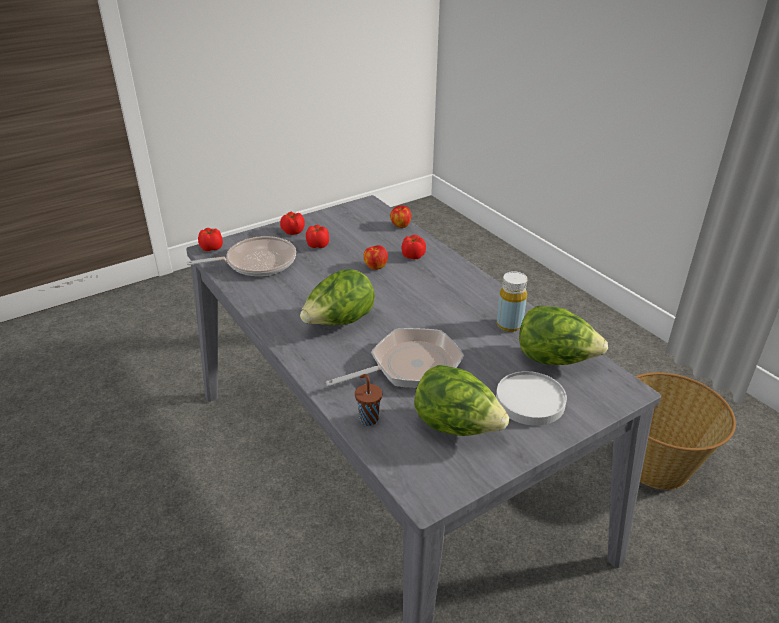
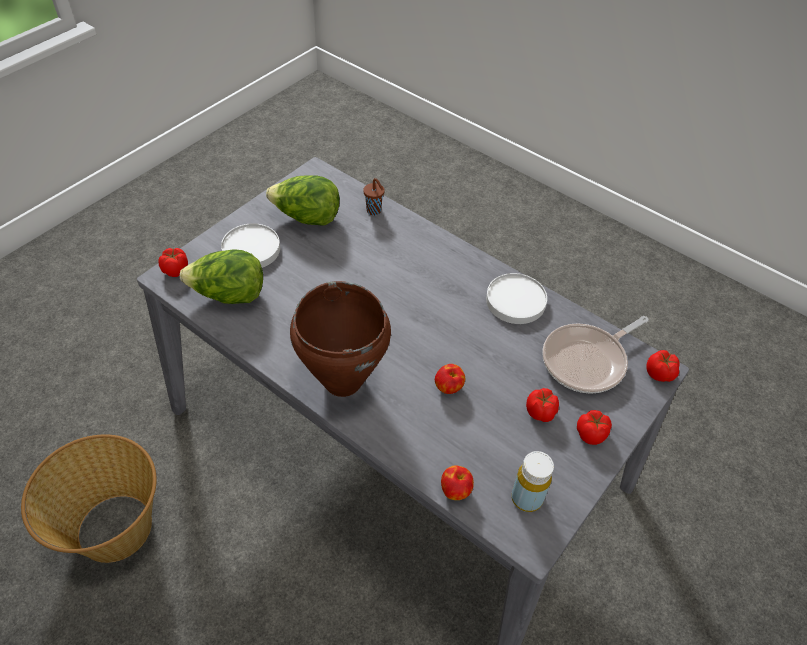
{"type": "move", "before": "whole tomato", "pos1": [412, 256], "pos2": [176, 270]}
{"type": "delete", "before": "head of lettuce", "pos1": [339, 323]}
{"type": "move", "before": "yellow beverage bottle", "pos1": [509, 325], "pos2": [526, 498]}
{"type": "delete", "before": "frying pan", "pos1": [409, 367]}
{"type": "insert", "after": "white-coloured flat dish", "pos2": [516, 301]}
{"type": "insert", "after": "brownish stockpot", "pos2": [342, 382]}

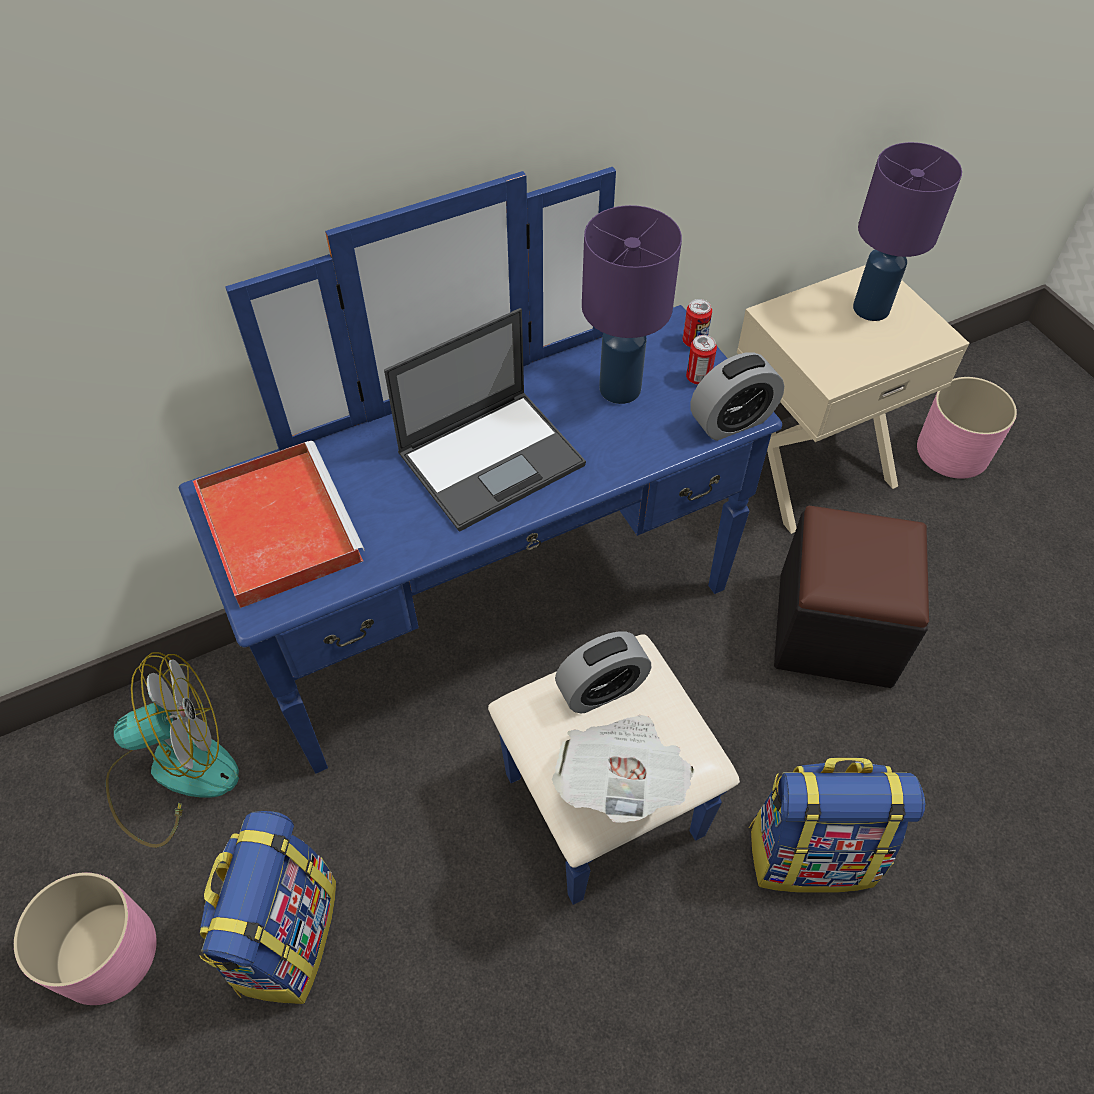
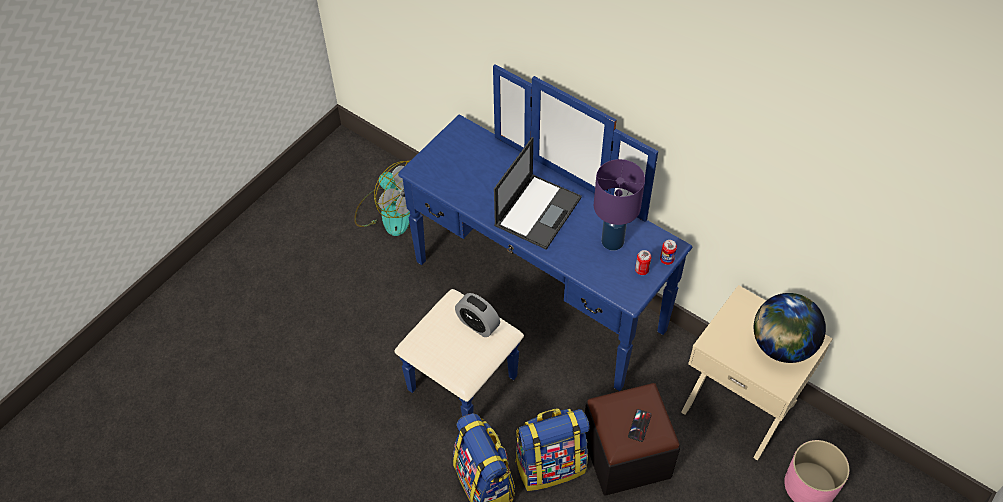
{"type": "replace", "before": "purple tabletop lamp", "after": "globe", "pos1": [871, 309], "pos2": [781, 345]}
{"type": "rotate", "before": "notebook computer", "pos1": [493, 458], "pos2": [538, 210], "turn": -90}
{"type": "delete", "before": "alarm clock", "pos1": [731, 421]}
{"type": "delete", "before": "red serving tray", "pos1": [276, 524]}
{"type": "delete", "before": "daily paper", "pos1": [621, 779]}
{"type": "move", "before": "backpack", "pos1": [285, 934], "pos2": [550, 465]}
{"type": "delete", "before": "pinkish plant pot", "pos1": [106, 952]}
{"type": "insert", "after": "handset", "pos2": [639, 425]}

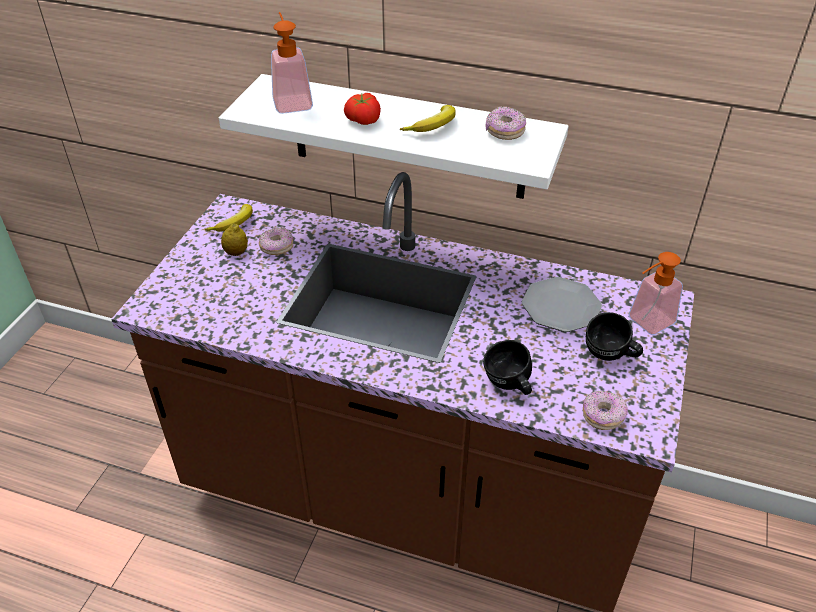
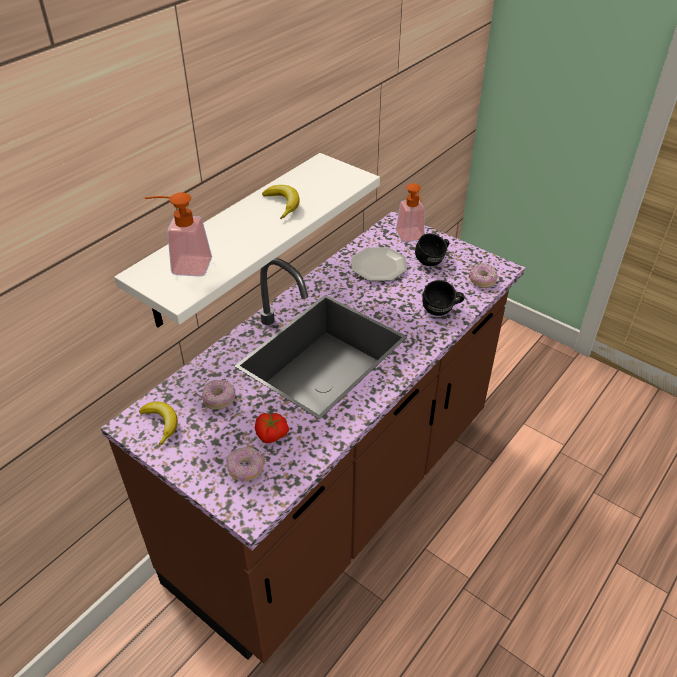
{"type": "move", "before": "whole tomato", "pos1": [362, 120], "pos2": [271, 435]}
{"type": "move", "before": "doughnut", "pos1": [504, 132], "pos2": [245, 469]}
{"type": "delete", "before": "whole lemon", "pos1": [236, 252]}

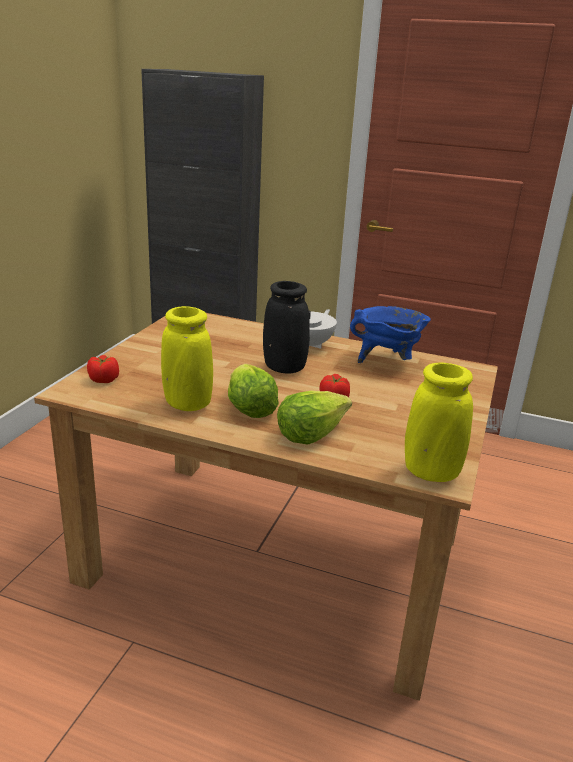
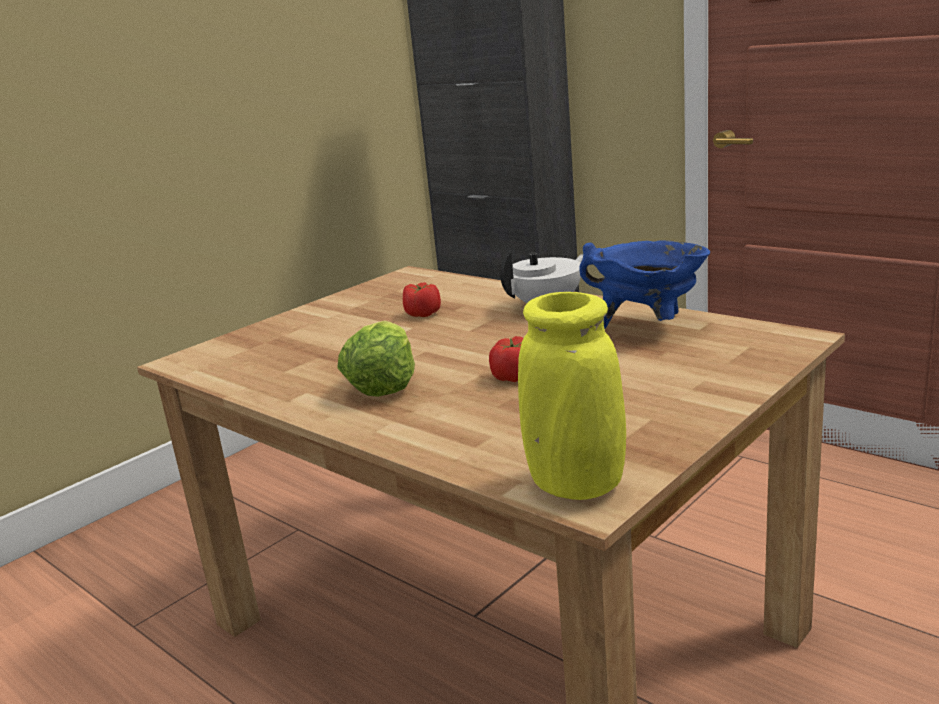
{"type": "delete", "before": "black-coloured flower vase", "pos1": [284, 368]}
{"type": "delete", "before": "yellow flower vase", "pos1": [187, 404]}
{"type": "move", "before": "whole tomato", "pos1": [103, 380], "pos2": [422, 314]}
{"type": "delete", "before": "head of lettuce", "pos1": [310, 433]}

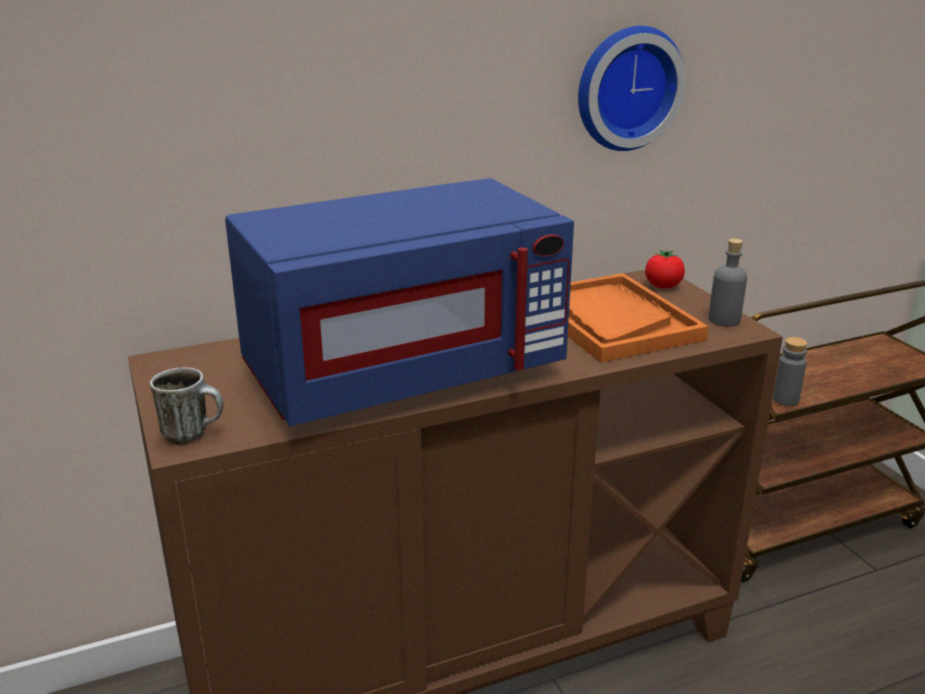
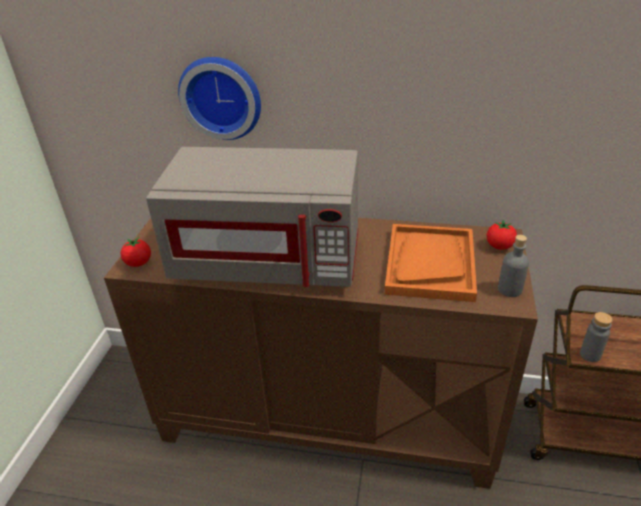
{"type": "move", "before": "clock on the wall", "pos1": [626, 87], "pos2": [222, 97]}
{"type": "recolor", "before": "bluish microwave oven", "after": "grey microwave oven", "pos1": [403, 372], "pos2": [269, 260]}
{"type": "replace", "before": "coffee mug", "after": "whole tomato", "pos1": [193, 433], "pos2": [138, 263]}

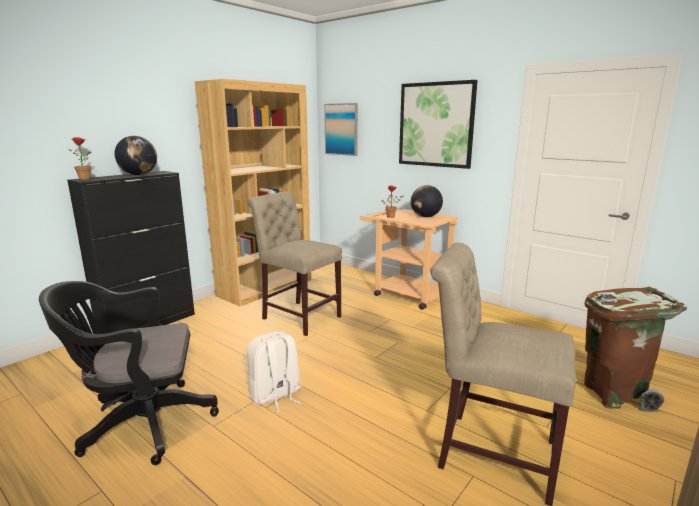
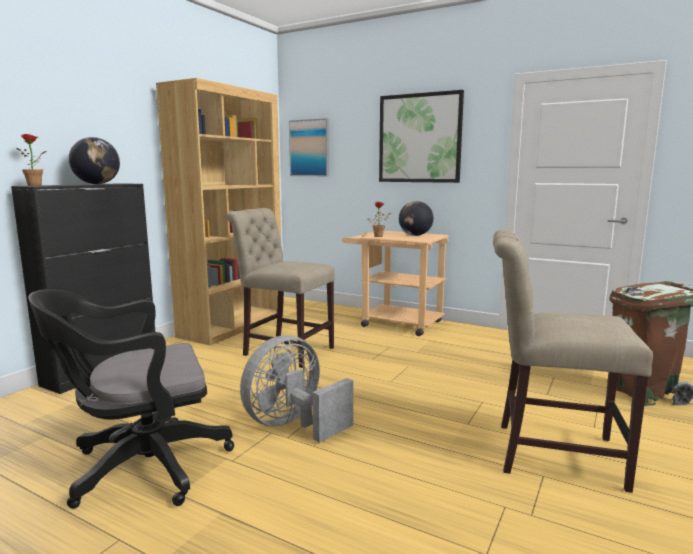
{"type": "replace", "before": "white-coloured backpack", "after": "grey electric fan", "pos1": [275, 395], "pos2": [293, 425]}

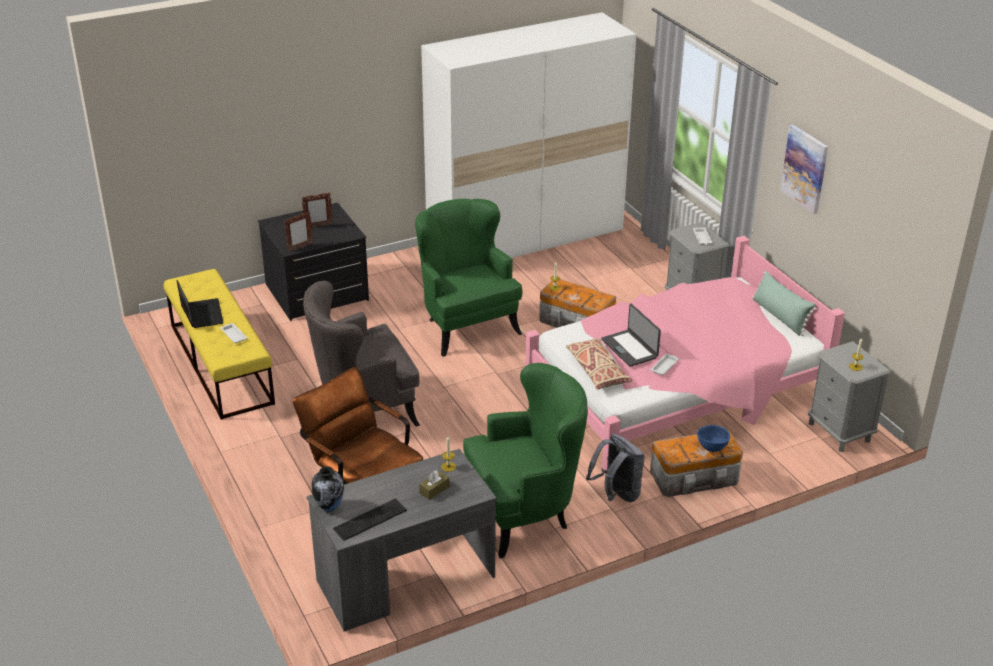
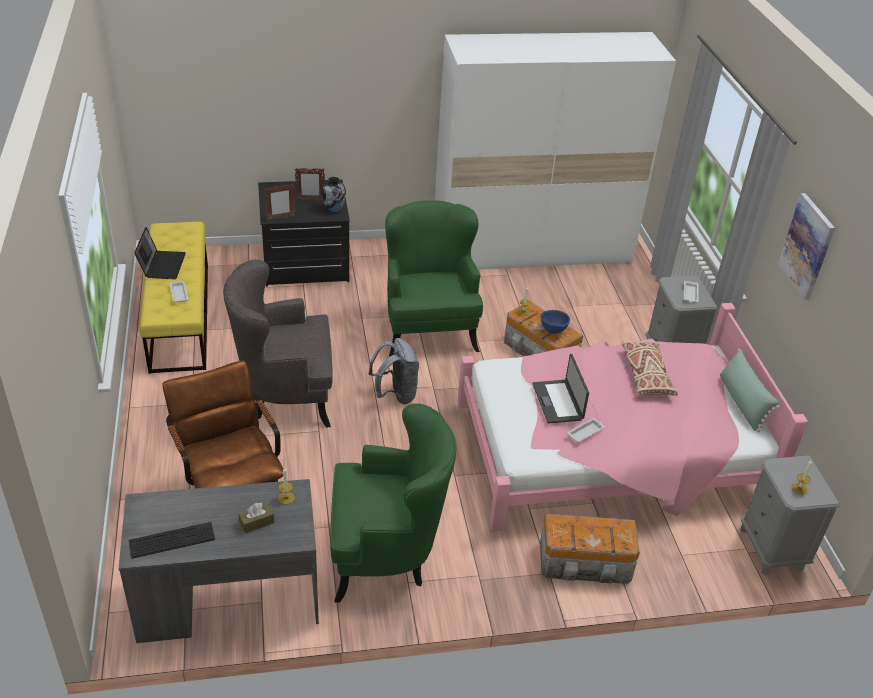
{"type": "move", "before": "sand-coloured cushion", "pos1": [597, 371], "pos2": [646, 375]}
{"type": "move", "before": "bluish deep dish", "pos1": [712, 448], "pos2": [553, 331]}
{"type": "move", "before": "grey backpack", "pos1": [616, 494], "pos2": [395, 394]}
{"type": "move", "before": "flower vase", "pos1": [330, 507], "pos2": [334, 209]}

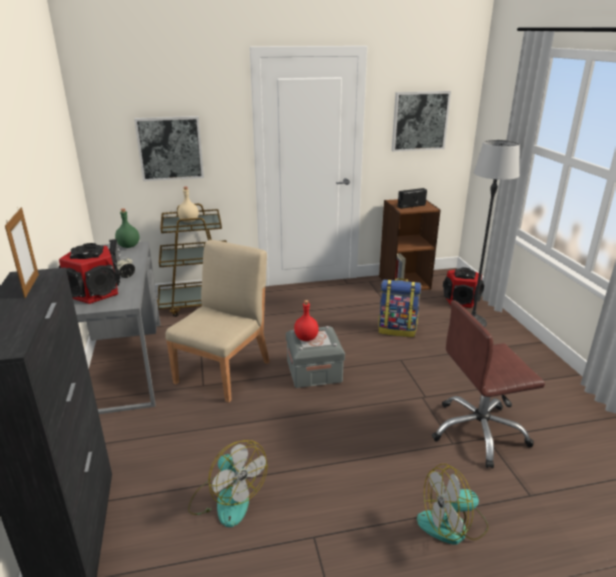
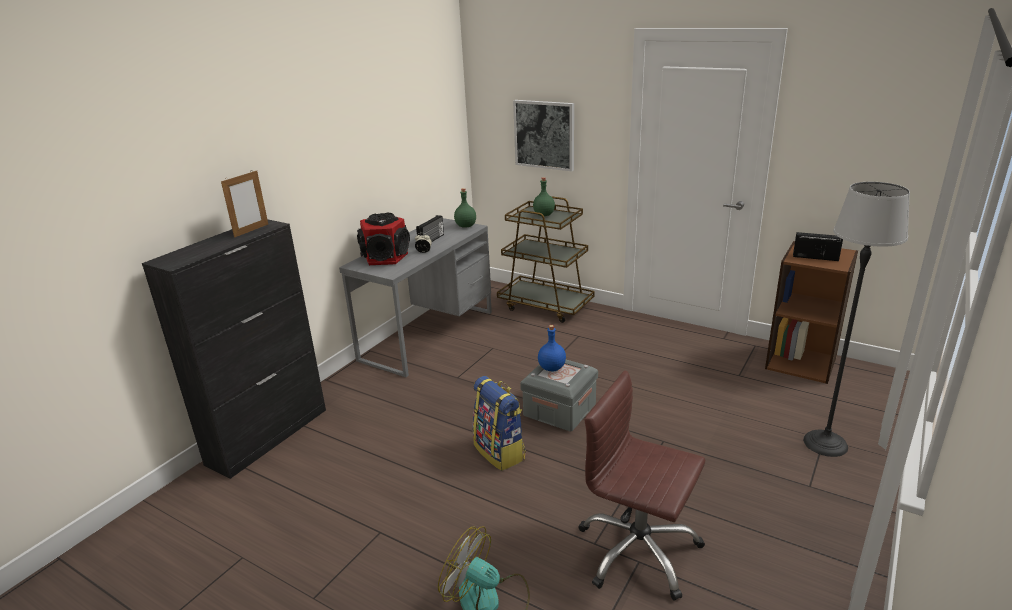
{"type": "delete", "before": "wall picture", "pos1": [419, 121]}
{"type": "recolor", "before": "sand-coloured beverage bottle", "after": "greenish beverage bottle", "pos1": [189, 221], "pos2": [544, 215]}
{"type": "delete", "before": "sand-coloured chair", "pos1": [224, 371]}
{"type": "delete", "before": "speaker", "pos1": [461, 300]}
{"type": "move", "before": "backpack", "pos1": [397, 330], "pos2": [500, 452]}
{"type": "recolor", "before": "red beverage bottle", "after": "bluish beverage bottle", "pos1": [306, 338], "pos2": [551, 368]}
{"type": "delete", "before": "electric fan", "pos1": [226, 499]}

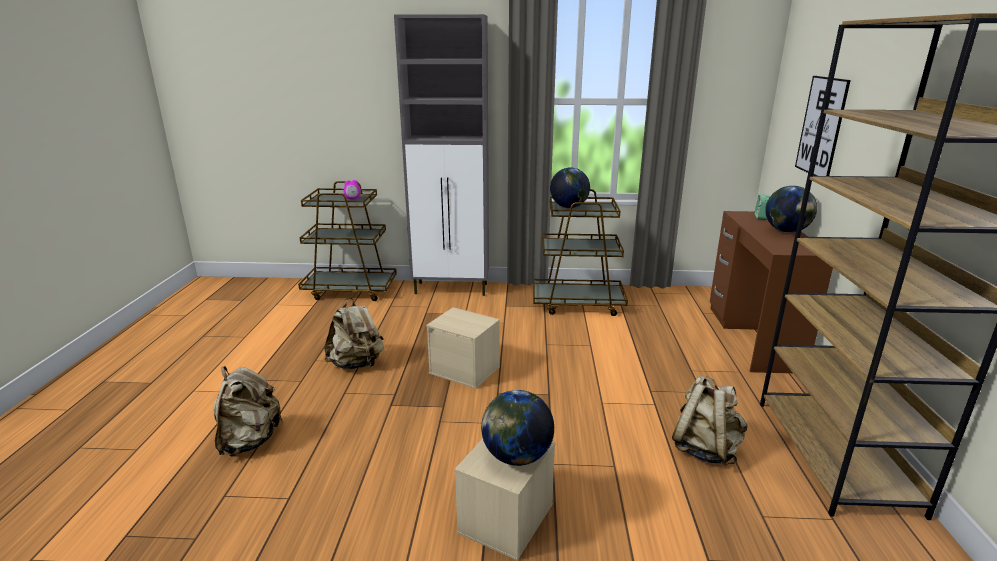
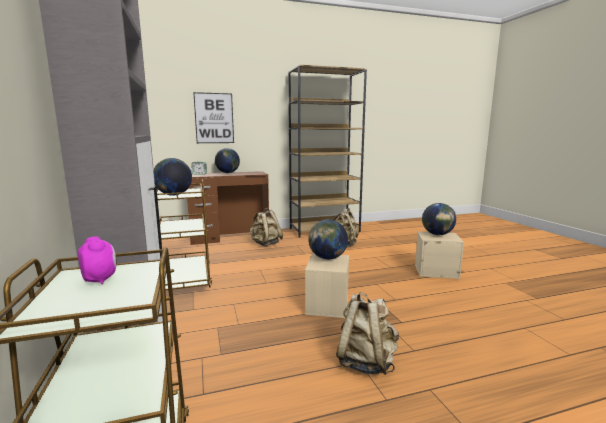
{"type": "move", "before": "sand-coloured backpack", "pos1": [250, 441], "pos2": [265, 244]}
{"type": "insert", "after": "globe", "pos2": [327, 258]}

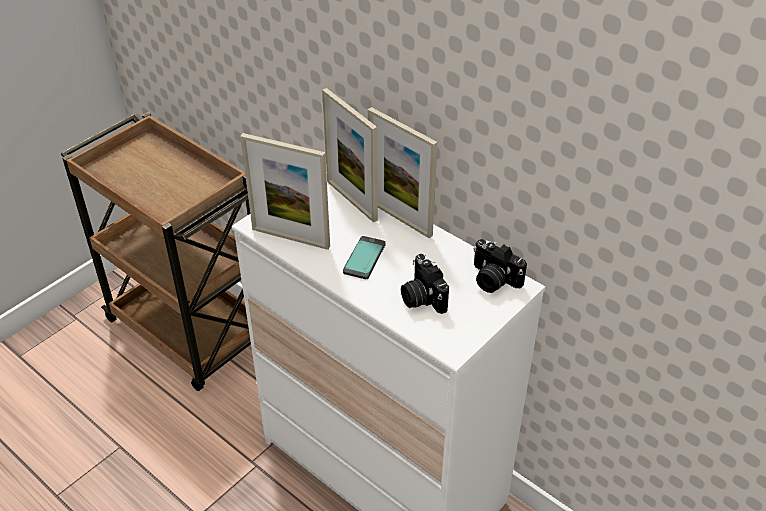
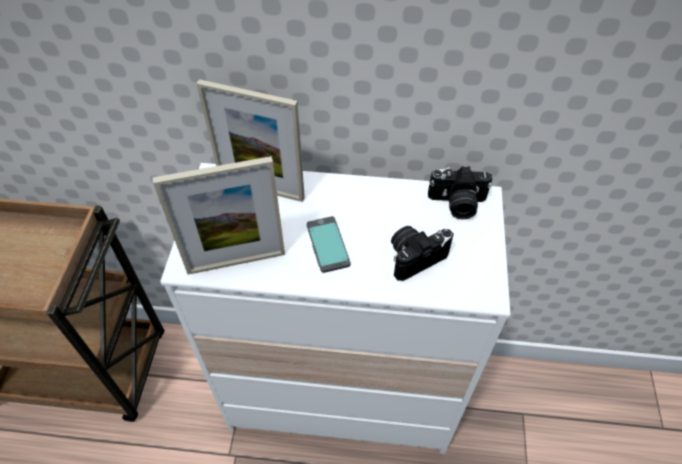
{"type": "delete", "before": "picture frame", "pos1": [400, 218]}
{"type": "rotate", "before": "photo camera", "pos1": [421, 297], "pos2": [415, 256], "turn": 120}

